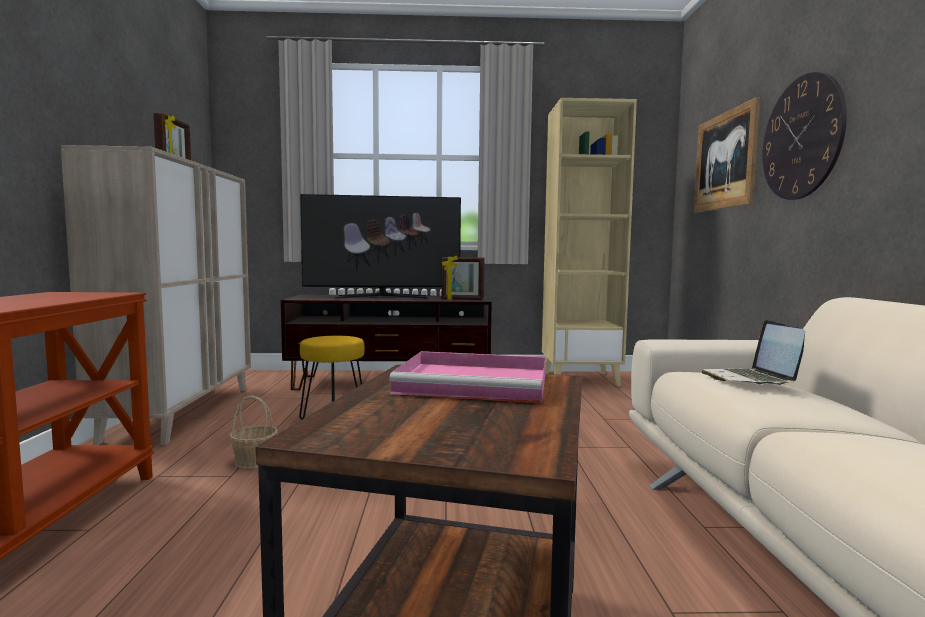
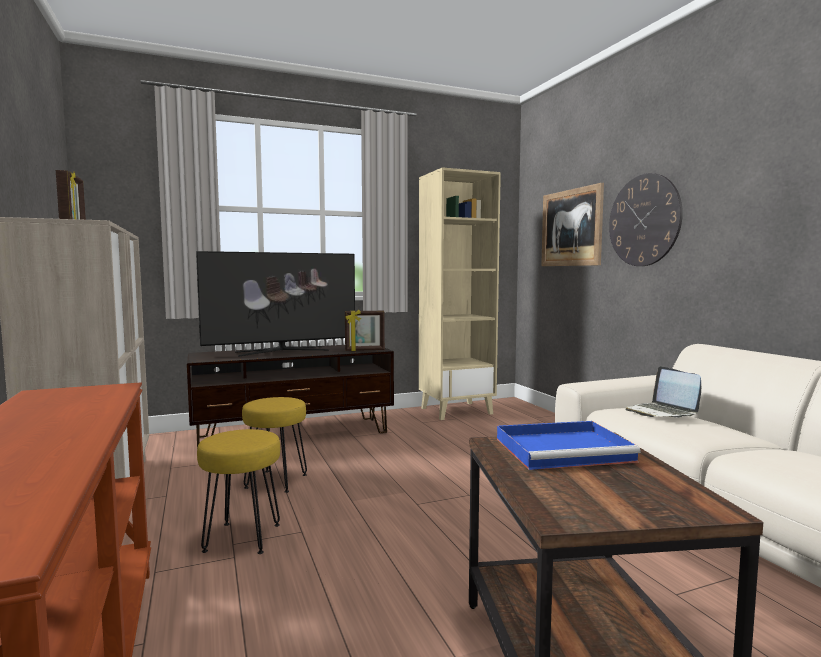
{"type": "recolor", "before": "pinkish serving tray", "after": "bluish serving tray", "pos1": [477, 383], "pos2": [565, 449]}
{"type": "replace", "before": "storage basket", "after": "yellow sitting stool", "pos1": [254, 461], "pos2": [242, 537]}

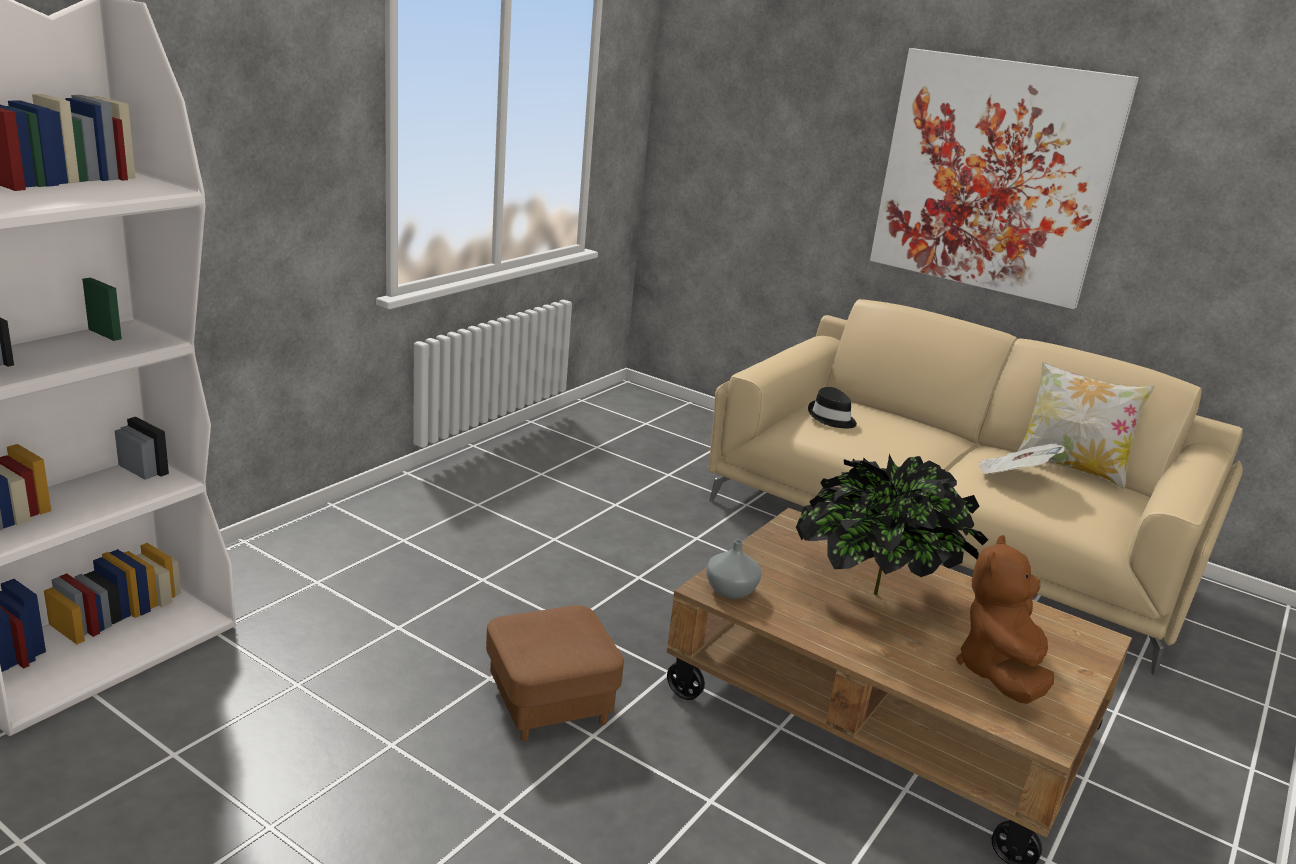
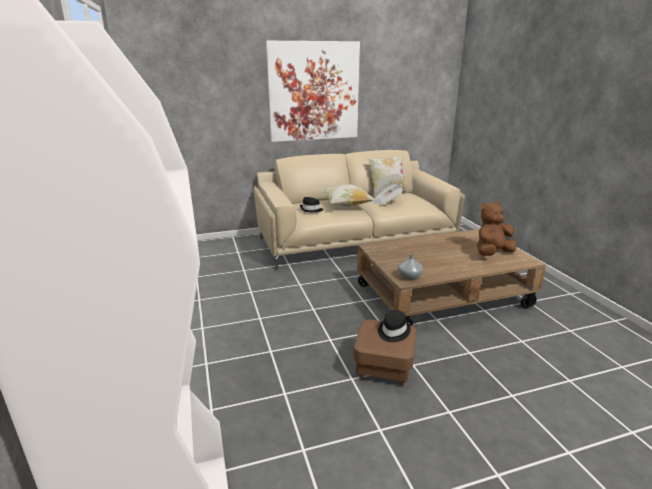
{"type": "delete", "before": "potted plant", "pos1": [875, 596]}
{"type": "rotate", "before": "brownish cuddly toy", "pos1": [1000, 674], "pos2": [492, 253], "turn": 90}
{"type": "insert", "after": "cushion", "pos2": [346, 206]}
{"type": "insert", "after": "black-coloured hat", "pos2": [393, 331]}

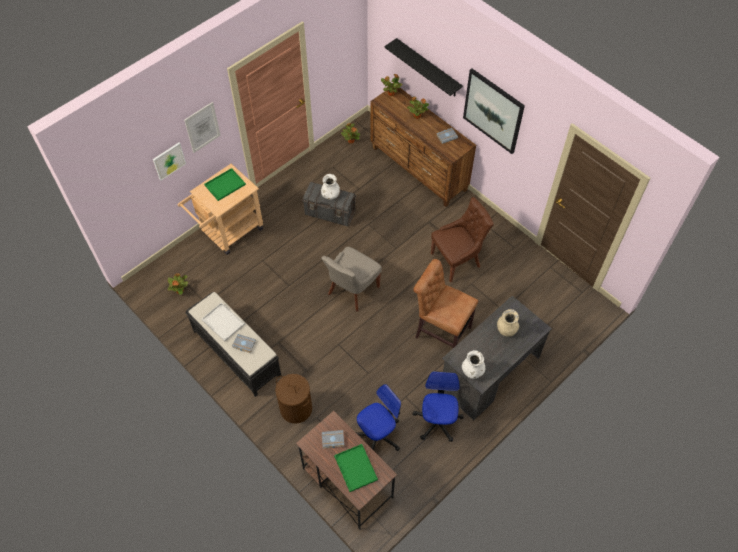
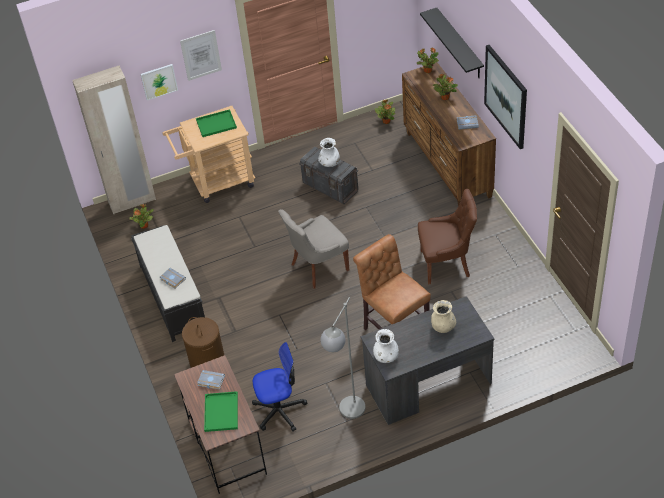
{"type": "delete", "before": "white-coloured serving tray", "pos1": [222, 322]}
{"type": "replace", "before": "computer chair", "after": "grey standard lamp", "pos1": [437, 421], "pos2": [348, 415]}
{"type": "insert", "after": "sand-coloured armoire", "pos2": [132, 201]}

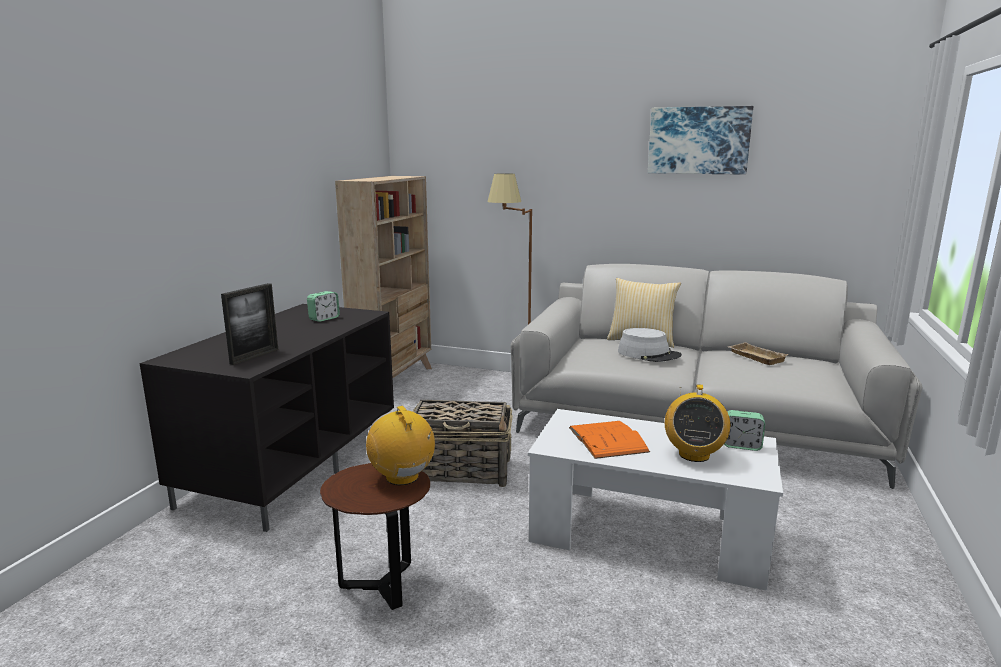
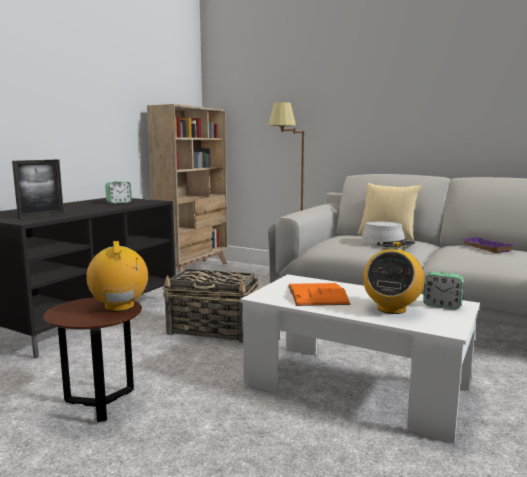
{"type": "delete", "before": "wall picture", "pos1": [698, 140]}
{"type": "recolor", "before": "sand-coloured serving tray", "after": "purple serving tray", "pos1": [754, 357], "pos2": [484, 248]}

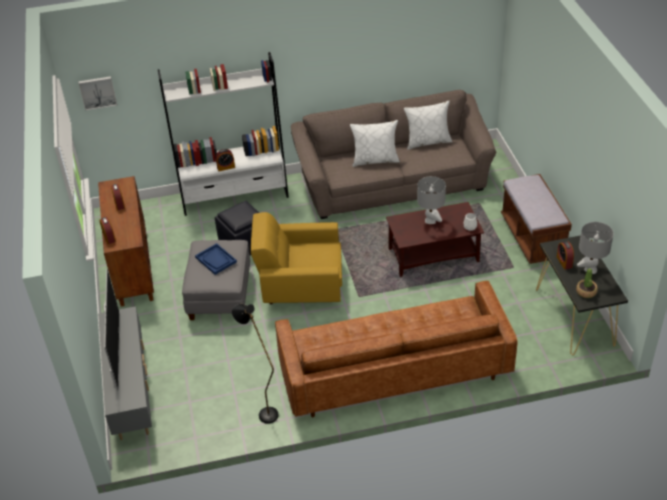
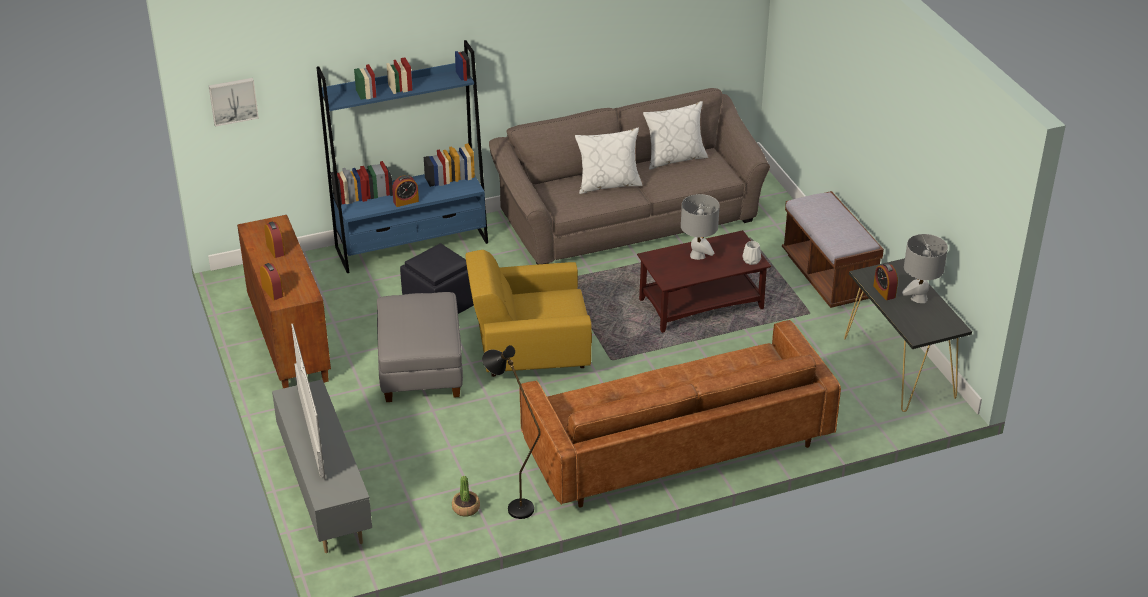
{"type": "recolor", "before": "white-coloured bookshelf", "after": "bluish bookshelf", "pos1": [235, 196], "pos2": [412, 245]}
{"type": "delete", "before": "bluish serving tray", "pos1": [216, 260]}
{"type": "move", "before": "potted plant", "pos1": [586, 292], "pos2": [466, 508]}

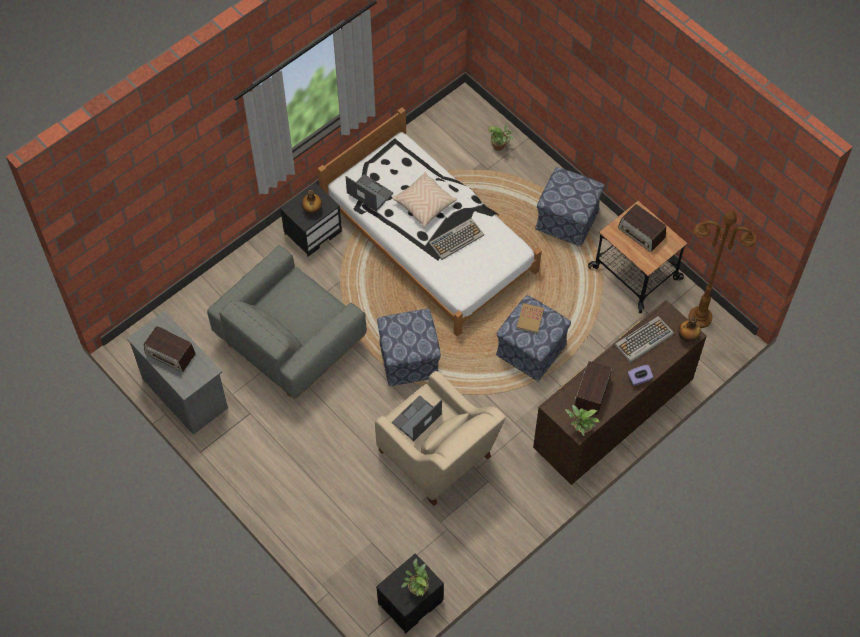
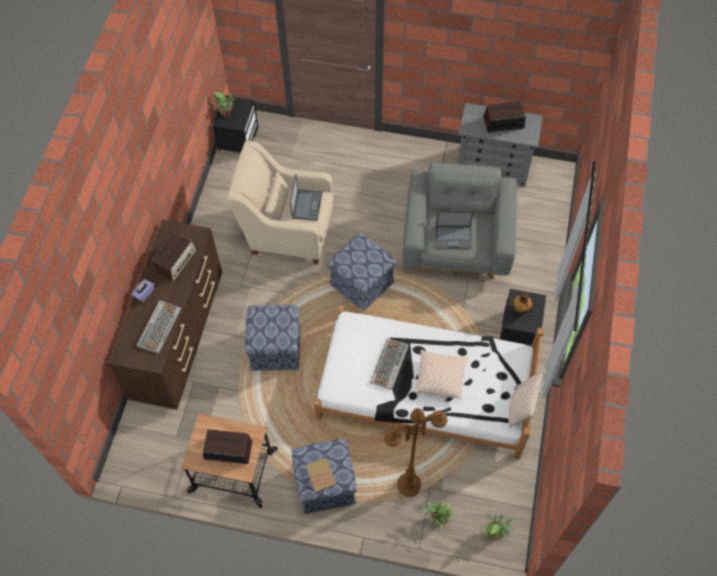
{"type": "move", "before": "notebook computer", "pos1": [369, 193], "pos2": [454, 237]}
{"type": "move", "before": "brownish standard lamp", "pos1": [700, 317], "pos2": [408, 485]}
{"type": "move", "before": "book", "pos1": [530, 319], "pos2": [321, 475]}
{"type": "delete", "before": "beverage bottle", "pos1": [687, 337]}
{"type": "rotate", "before": "radio set", "pos1": [592, 392], "pos2": [176, 261], "turn": 45}
{"type": "move", "before": "potted plant", "pos1": [580, 430], "pos2": [494, 532]}
{"type": "insert", "after": "sand-coloured cushion", "pos2": [520, 408]}

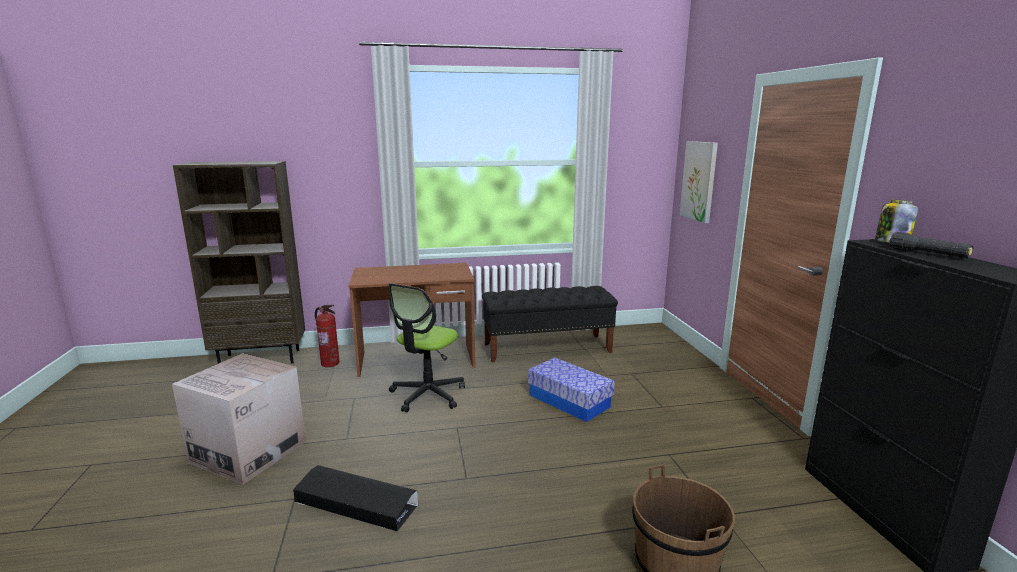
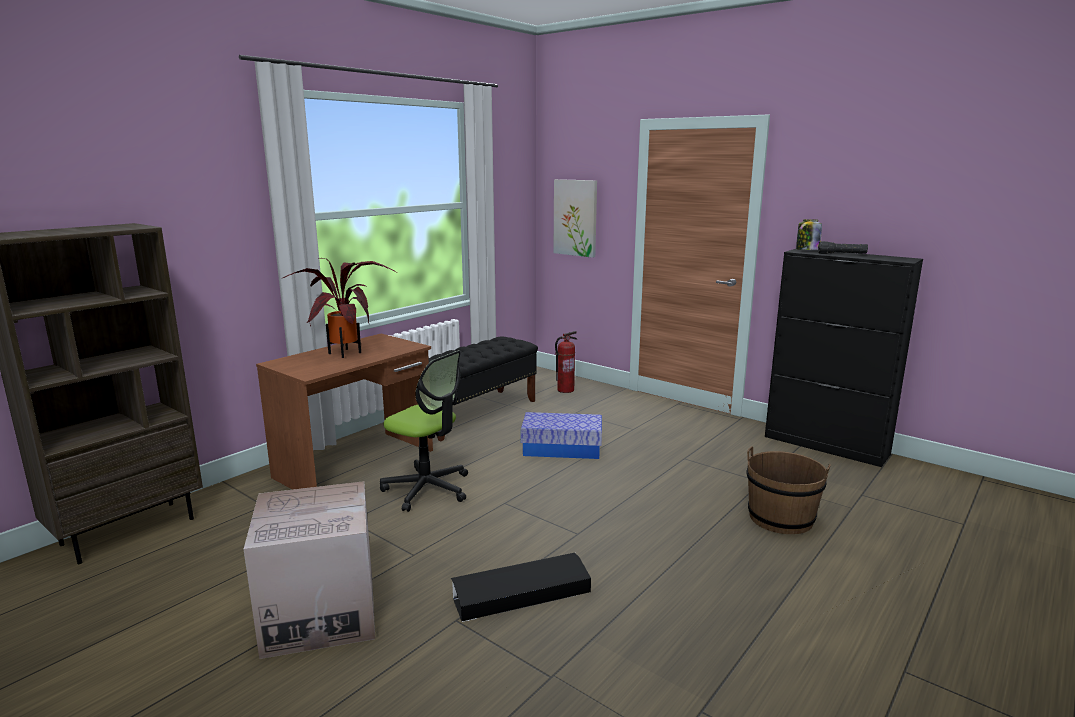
{"type": "rotate", "before": "computer chair", "pos1": [427, 395], "pos2": [427, 489], "turn": -45}
{"type": "move", "before": "extinguisher", "pos1": [330, 363], "pos2": [565, 390]}
{"type": "insert", "after": "potted plant", "pos2": [345, 354]}

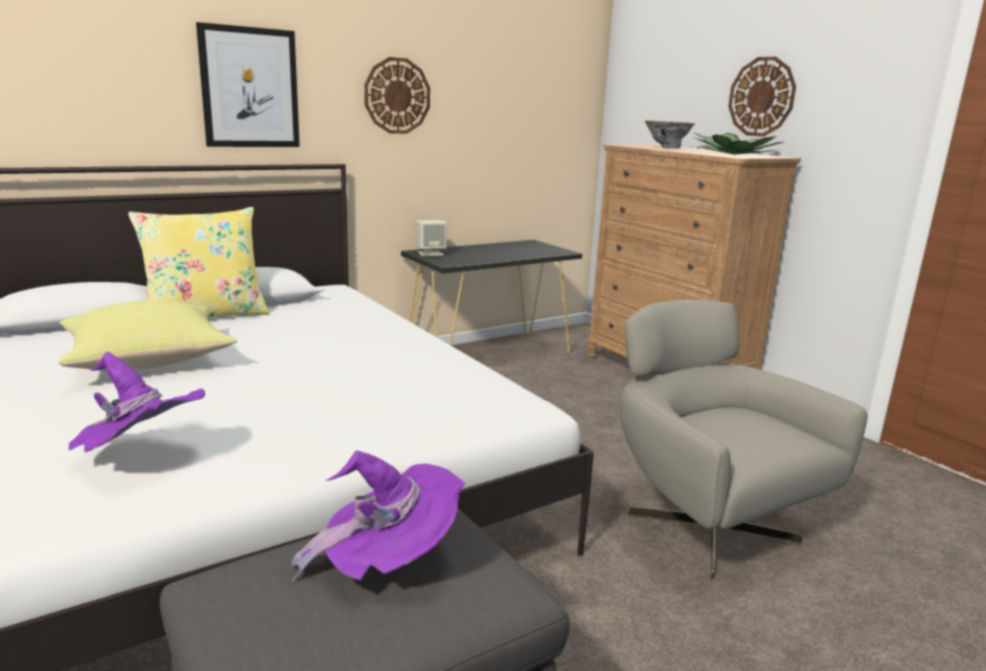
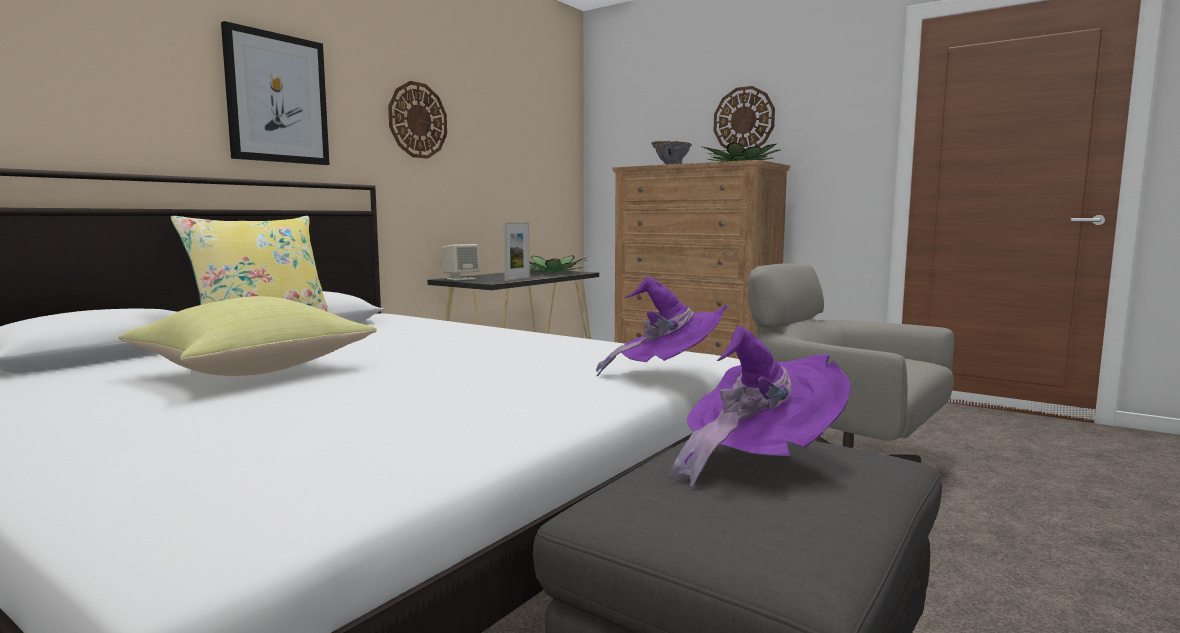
{"type": "move", "before": "purple hat", "pos1": [140, 456], "pos2": [668, 374]}
{"type": "insert", "after": "picture frame", "pos2": [517, 279]}
{"type": "insert", "after": "potted plant", "pos2": [553, 272]}

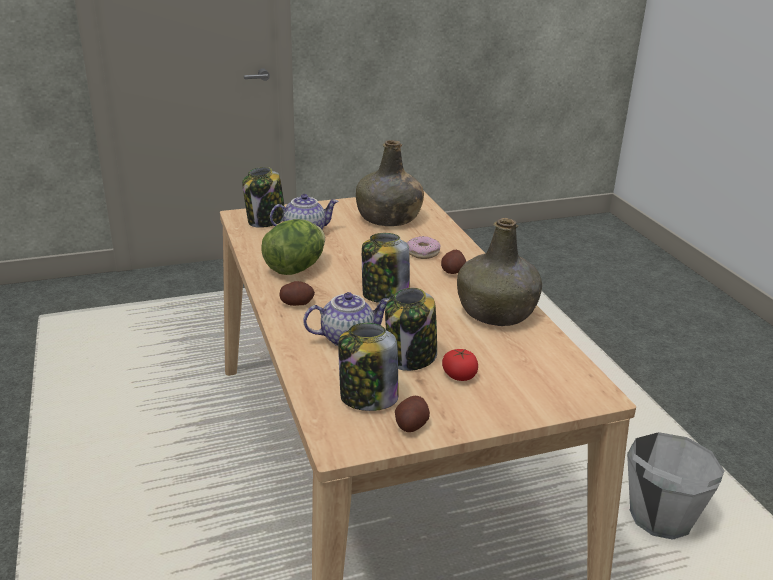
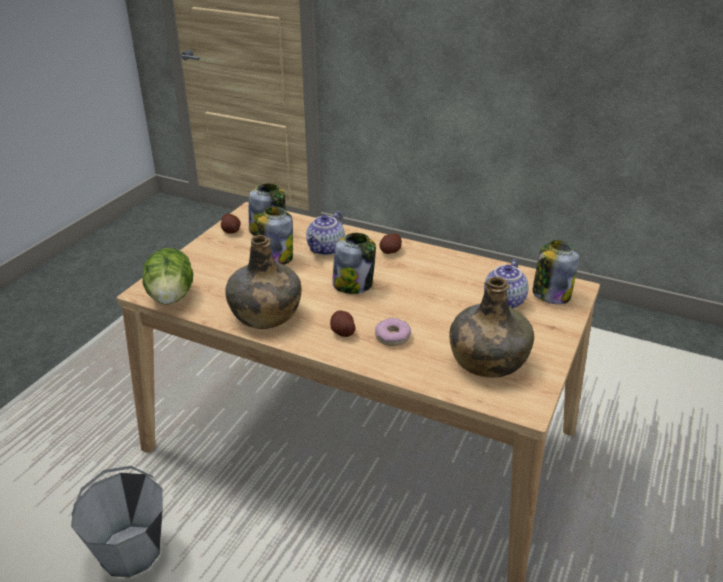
{"type": "move", "before": "head of lettuce", "pos1": [295, 268], "pos2": [171, 297]}
{"type": "delete", "before": "whole tomato", "pos1": [459, 375]}

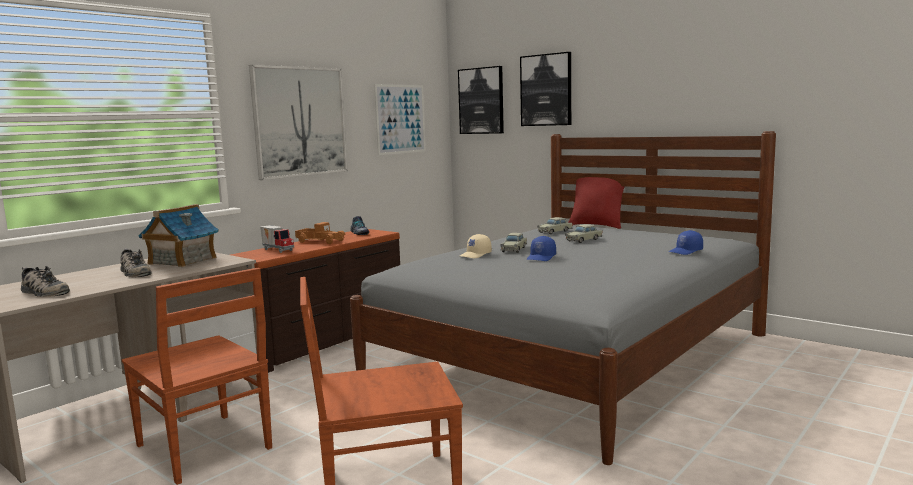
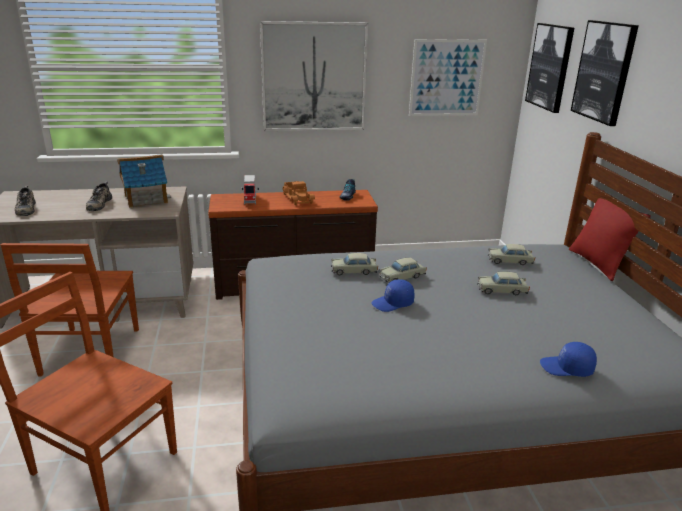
{"type": "replace", "before": "sand-coloured cap", "after": "sand-coloured miniature car", "pos1": [476, 255], "pos2": [354, 271]}

